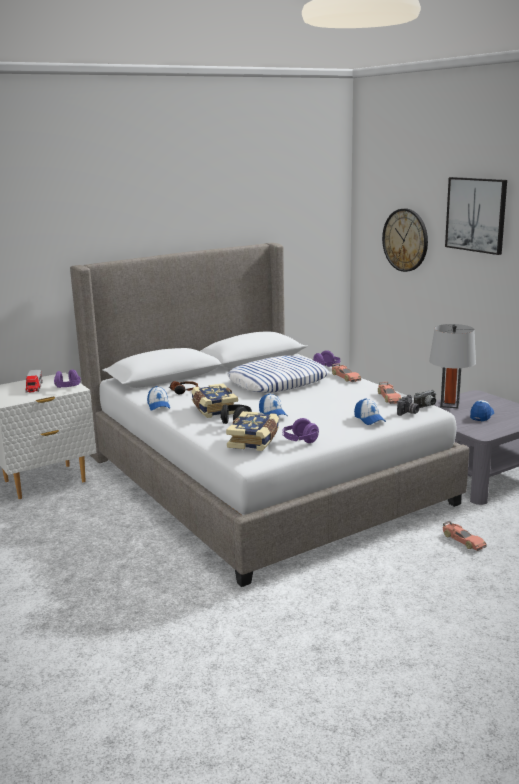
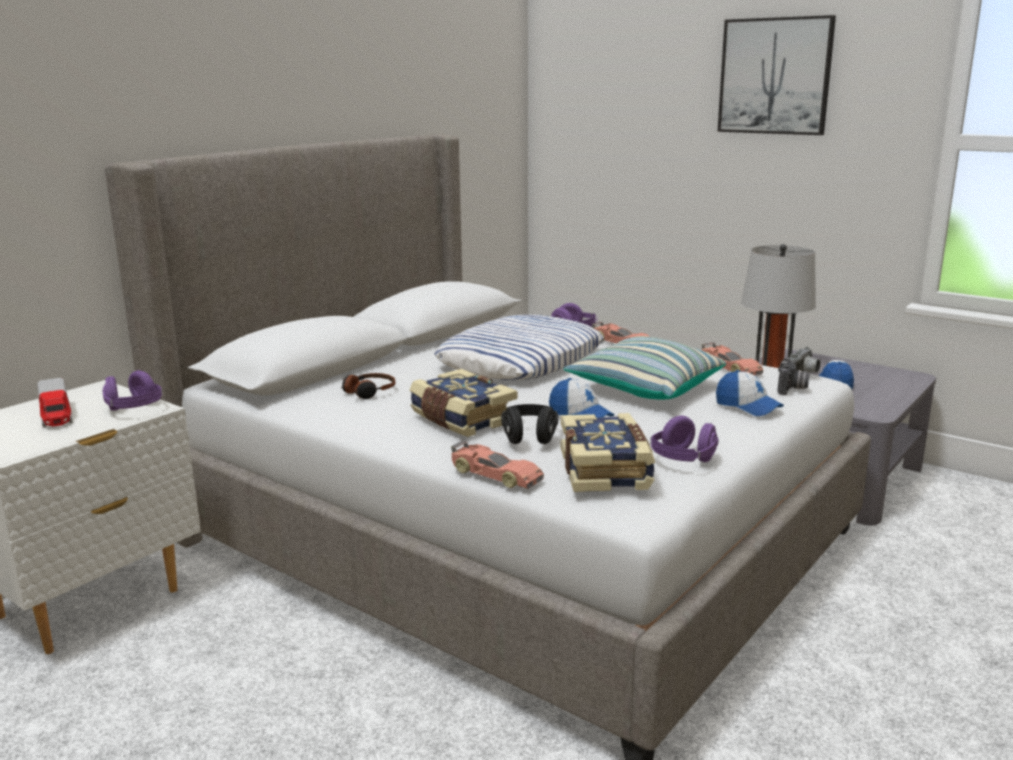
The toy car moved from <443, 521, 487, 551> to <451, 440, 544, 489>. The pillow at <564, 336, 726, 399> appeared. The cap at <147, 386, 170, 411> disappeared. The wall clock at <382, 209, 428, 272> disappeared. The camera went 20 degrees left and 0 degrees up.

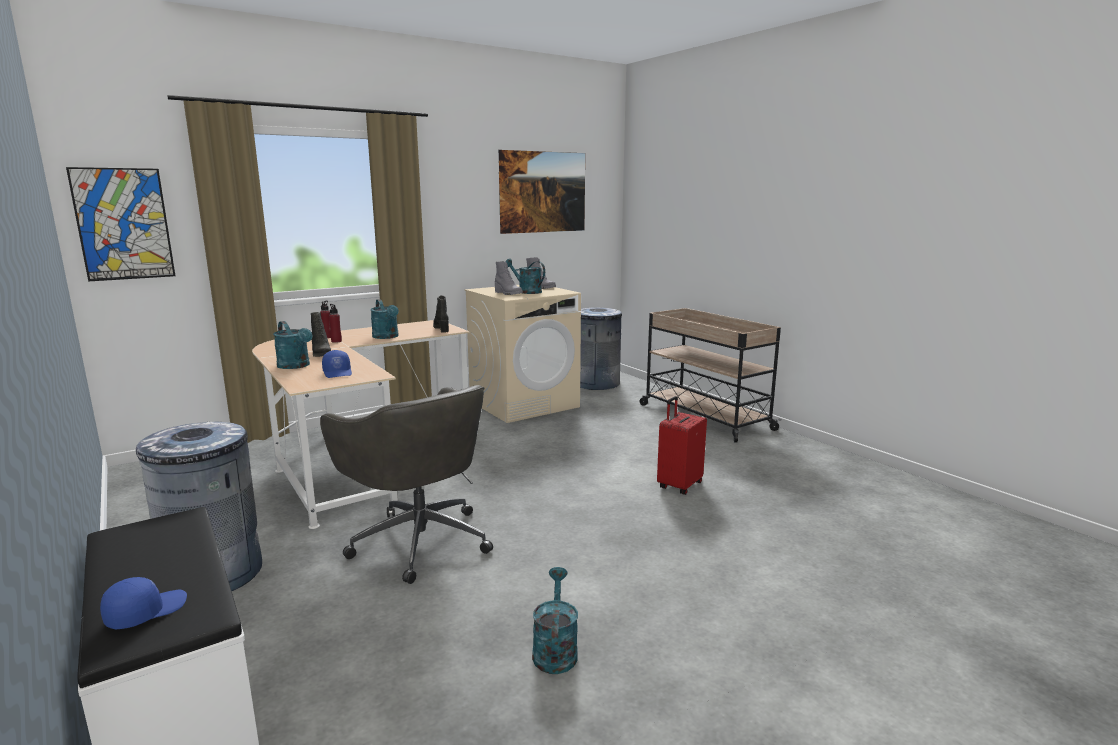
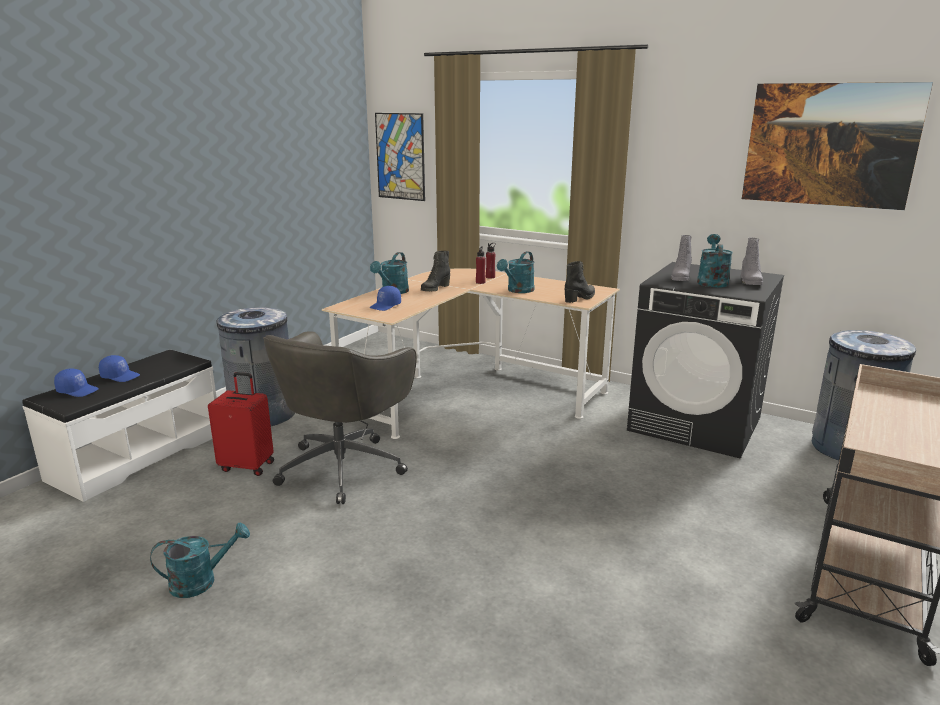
The cap in blue at <99, 355, 140, 382> appeared. The suitcase in red moved from <657, 396, 707, 495> to <208, 372, 274, 476>. The washing machine in beige at <464, 285, 581, 423> became the washing machine in black at <627, 262, 784, 459>. The camera went 65 degrees right and 5 degrees up.

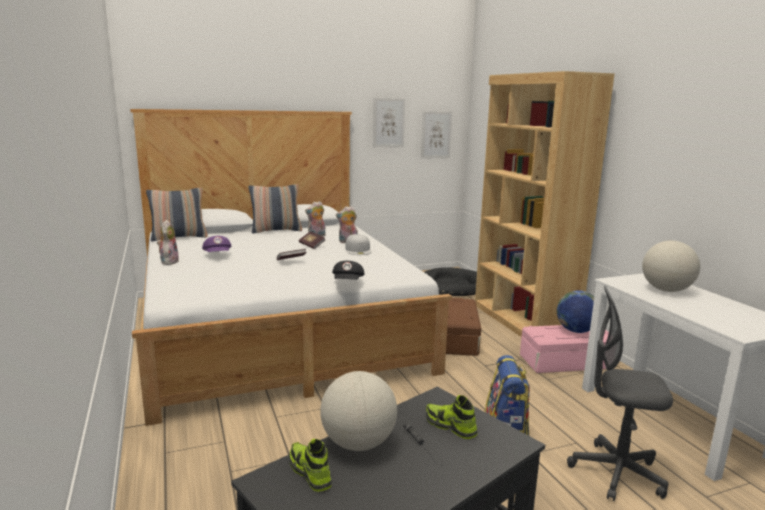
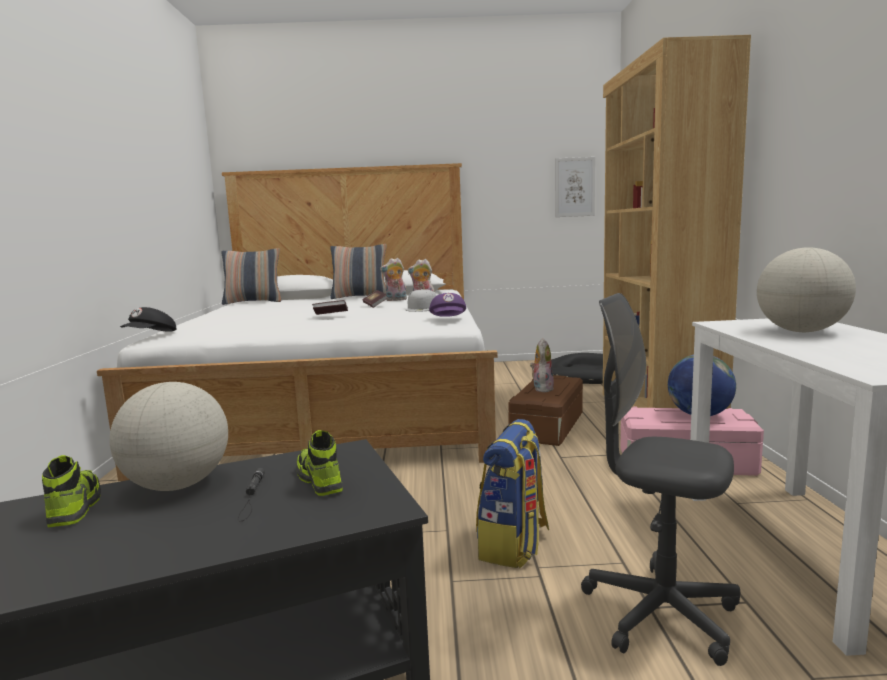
The cap in black moved from <332, 261, 365, 280> to <120, 307, 176, 332>. The cap in purple moved from <202, 236, 231, 252> to <429, 293, 466, 317>. The plush toy moved from <157, 220, 179, 265> to <530, 338, 554, 392>. The picture at <373, 98, 405, 147> disappeared. The camera went 20 degrees right and 5 degrees down.

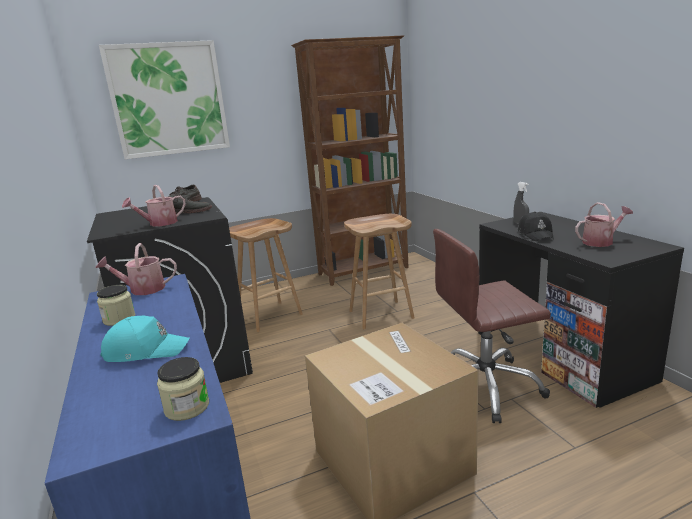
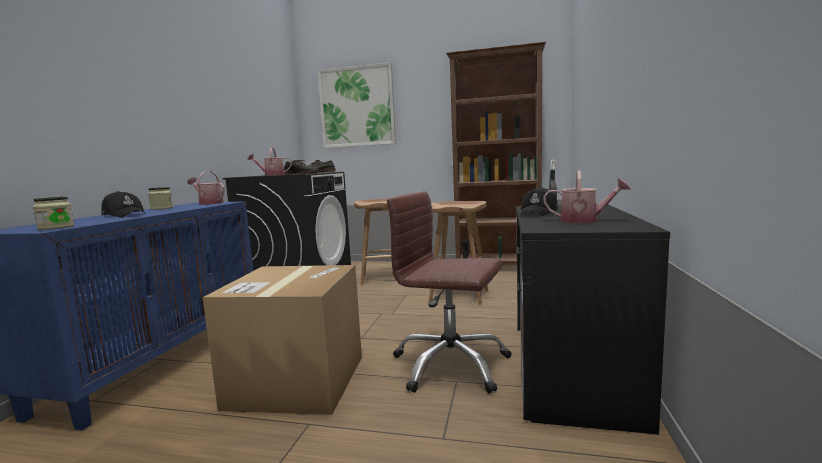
The cap in turquoise at <100, 316, 190, 362> became the cap in black at <101, 191, 146, 218>. The camera went 35 degrees right and 10 degrees down.

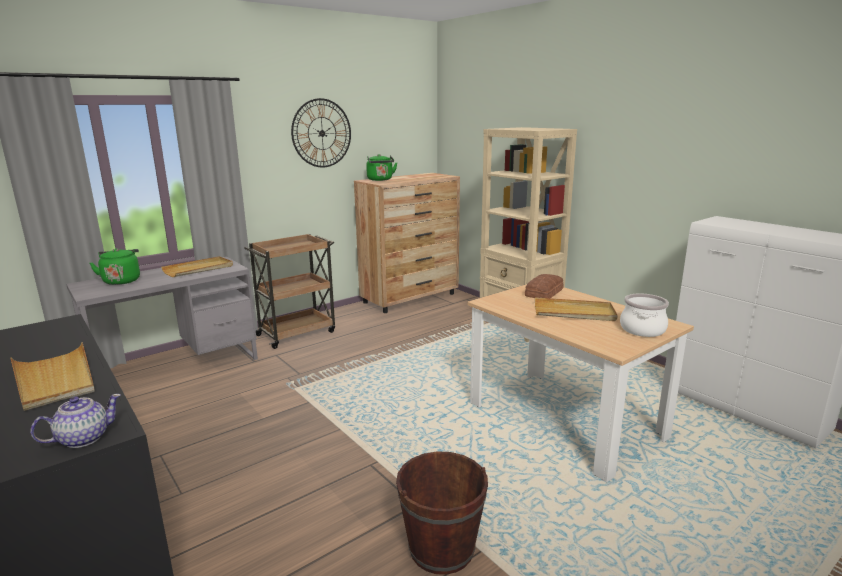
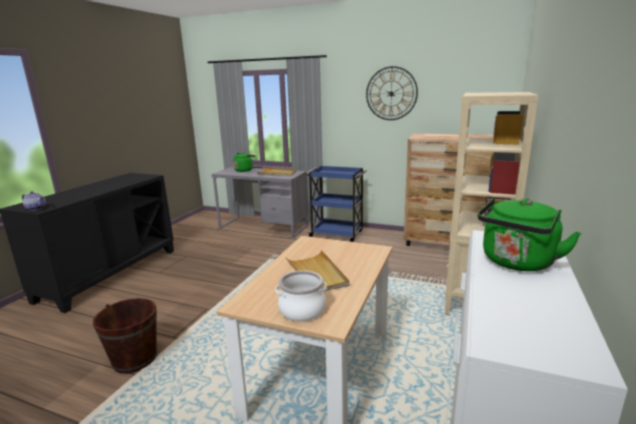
The cart in brown at <244, 234, 335, 349> became the cart in blue at <306, 166, 367, 242>. The kettle in green moved from <366, 154, 397, 181> to <478, 198, 581, 271>. The tray in beige at <10, 342, 95, 411> disappeared. The bread at <525, 274, 563, 298> disappeared. The camera went 60 degrees right and 0 degrees up.

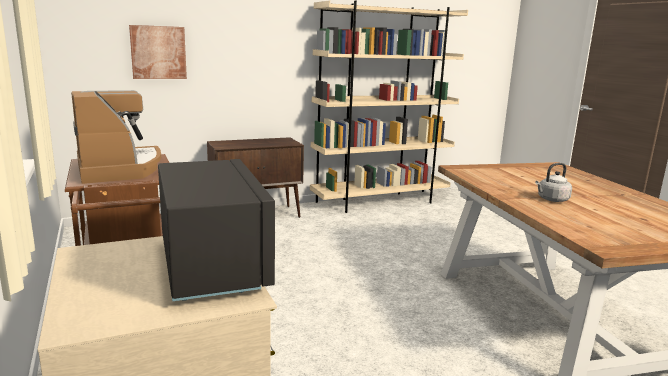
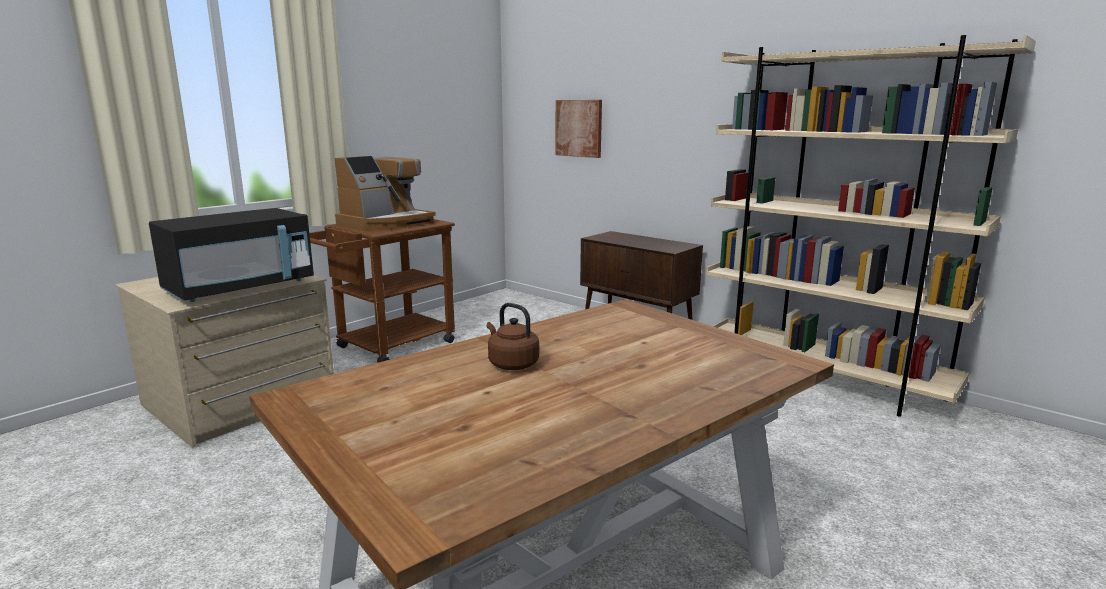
The kettle in grey at <535, 163, 572, 202> became the kettle in brown at <487, 303, 539, 370>. The camera went 65 degrees right and 0 degrees up.

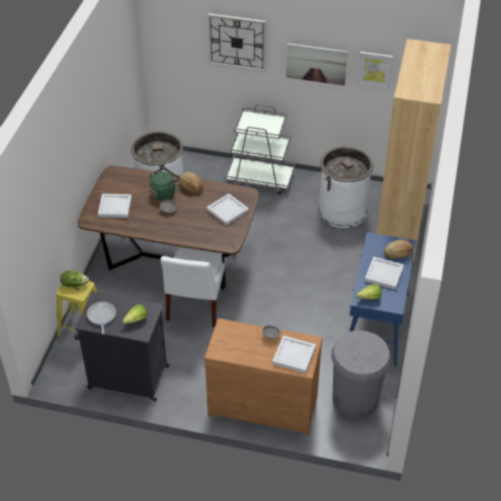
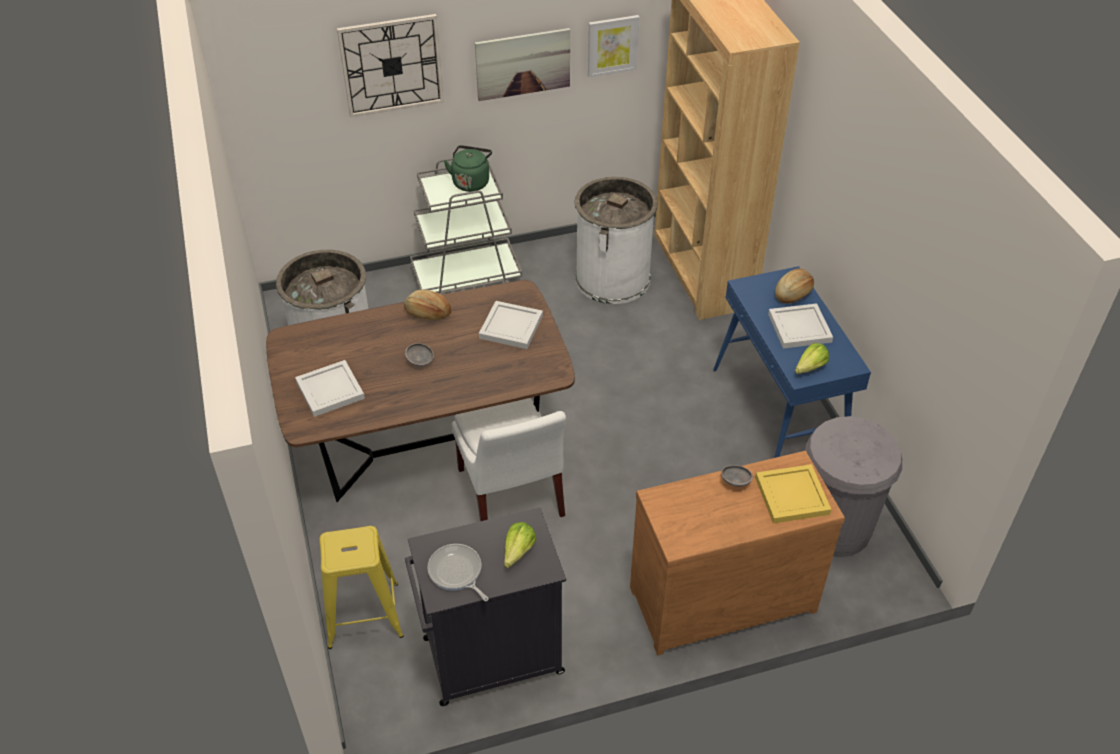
The kettle in green moved from <150, 168, 180, 200> to <444, 145, 492, 192>. The tray in white at <272, 335, 316, 373> became the tray in yellow at <755, 464, 831, 524>. The lettuce at <60, 270, 89, 287> disappeared. The camera went 30 degrees left and 0 degrees up.

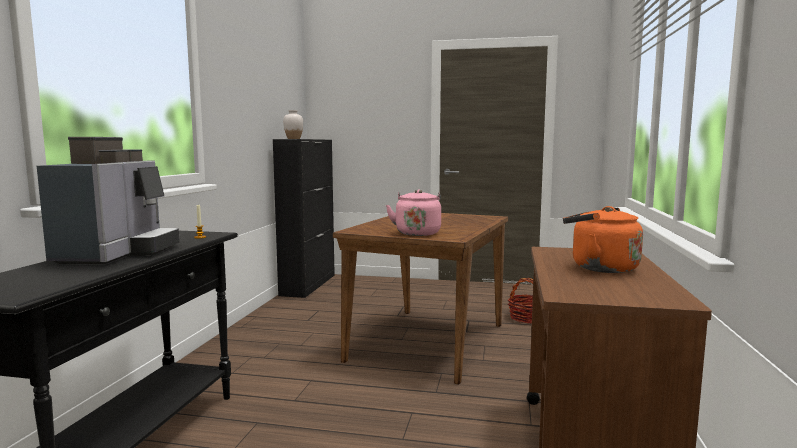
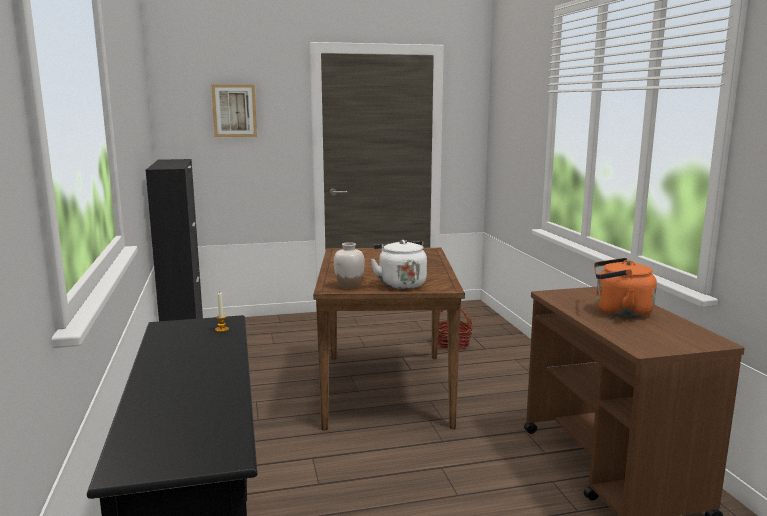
The picture at <211, 84, 257, 137> appeared. The vase in white moved from <283, 110, 303, 139> to <334, 242, 365, 290>. The kettle in pink at <386, 189, 441, 236> became the kettle in white at <371, 240, 427, 289>. The coffee machine at <37, 137, 180, 265> disappeared. The camera went 25 degrees left and 5 degrees up.

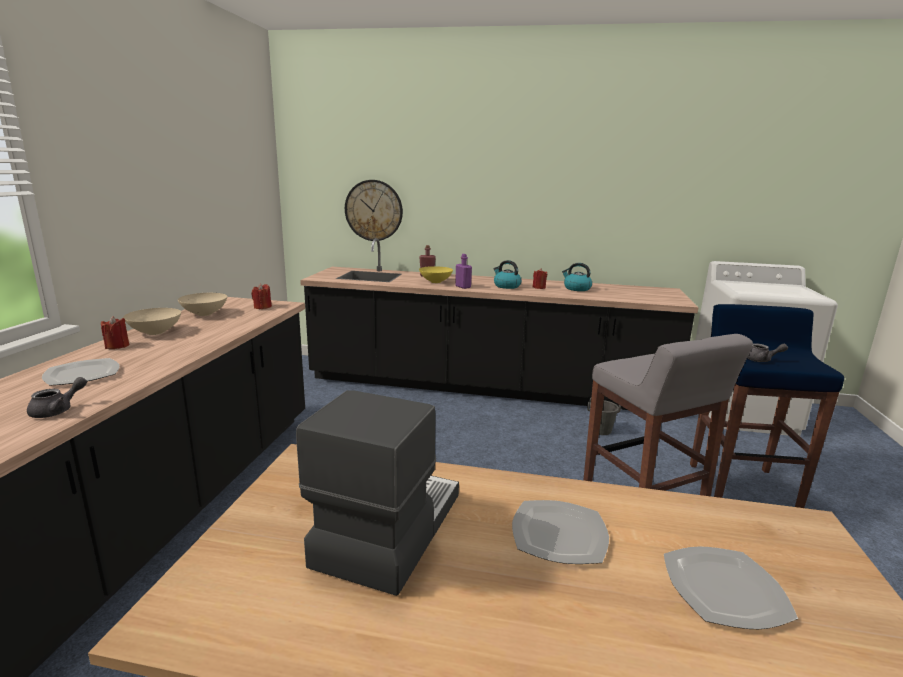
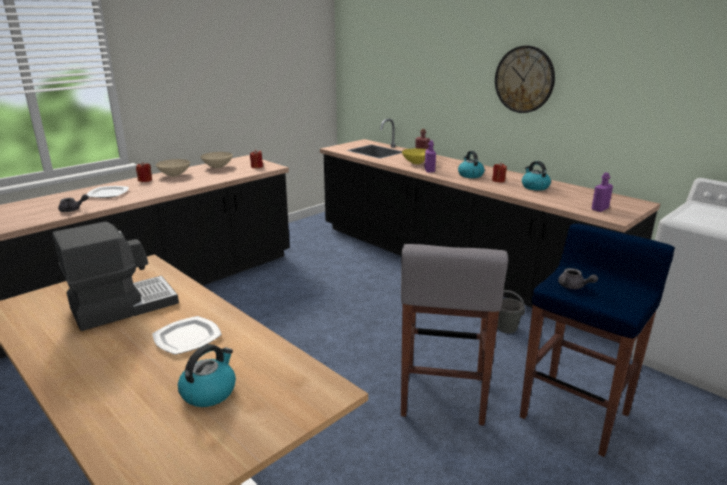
The plate at <664, 546, 798, 629> was replaced by the kettle at <178, 344, 236, 407>. The wall clock moved from <345, 180, 403, 241> to <495, 46, 555, 113>. The bottle in purple at <591, 172, 613, 212> appeared. The camera went 35 degrees right and 5 degrees up.

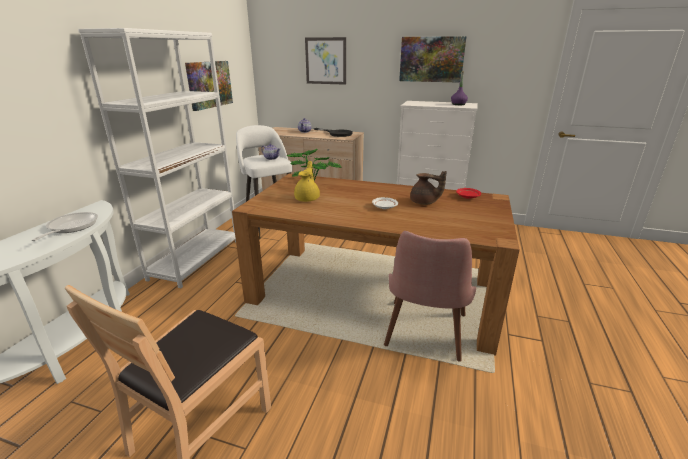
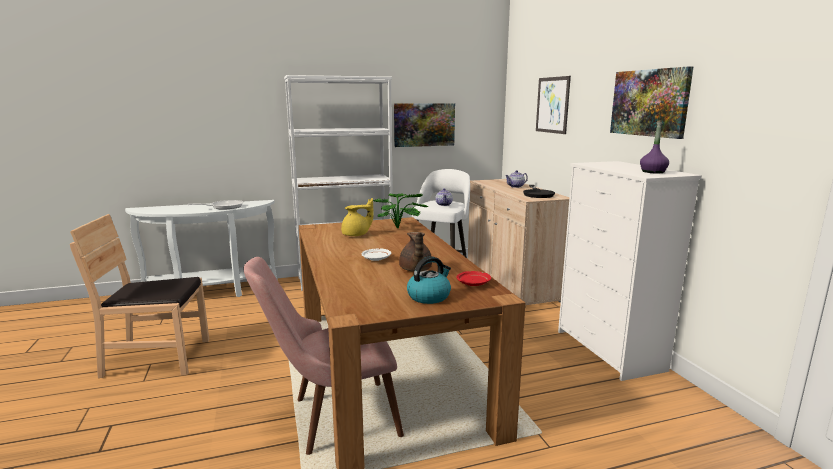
The kettle at <407, 256, 451, 304> appeared. The camera went 55 degrees right and 10 degrees down.

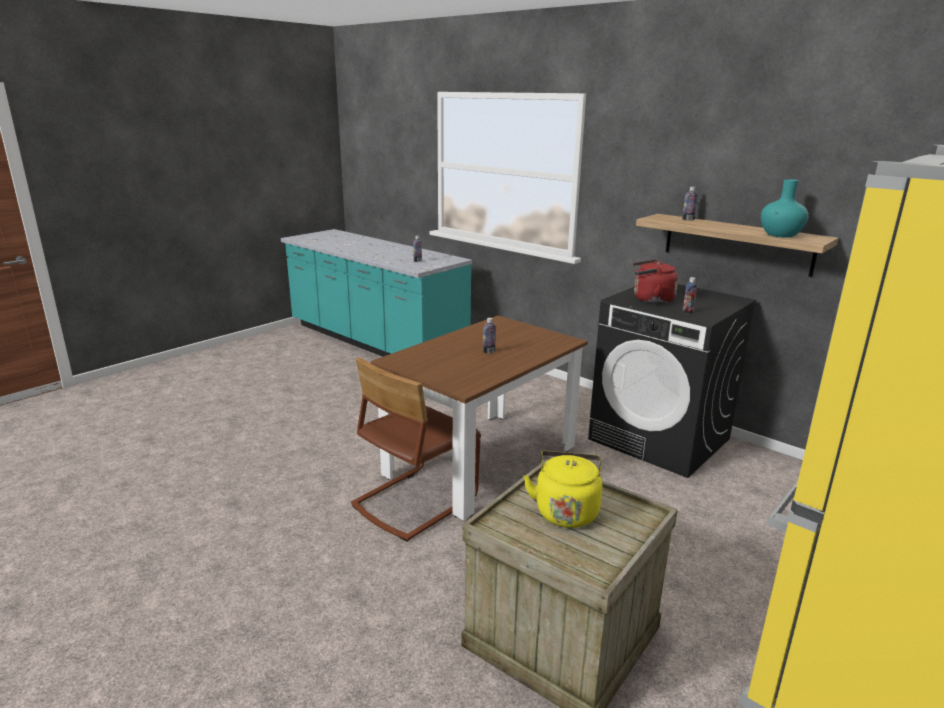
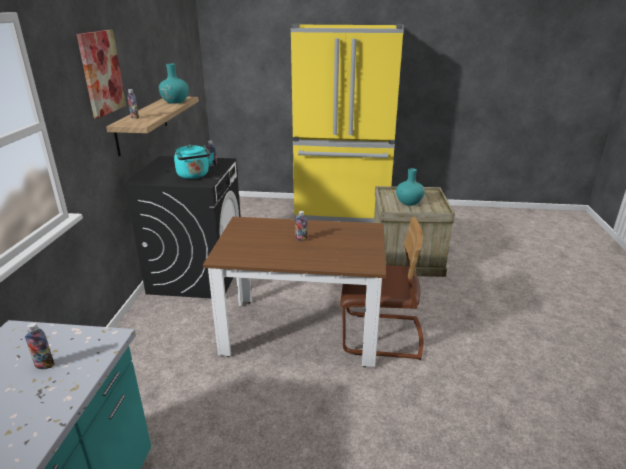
The picture at <77, 30, 126, 119> appeared. The kettle in red at <633, 259, 678, 304> became the kettle in turquoise at <174, 144, 214, 179>. The kettle in yellow at <523, 451, 602, 528> was replaced by the vase in turquoise at <396, 168, 425, 206>. The camera went 125 degrees left and 5 degrees up.

